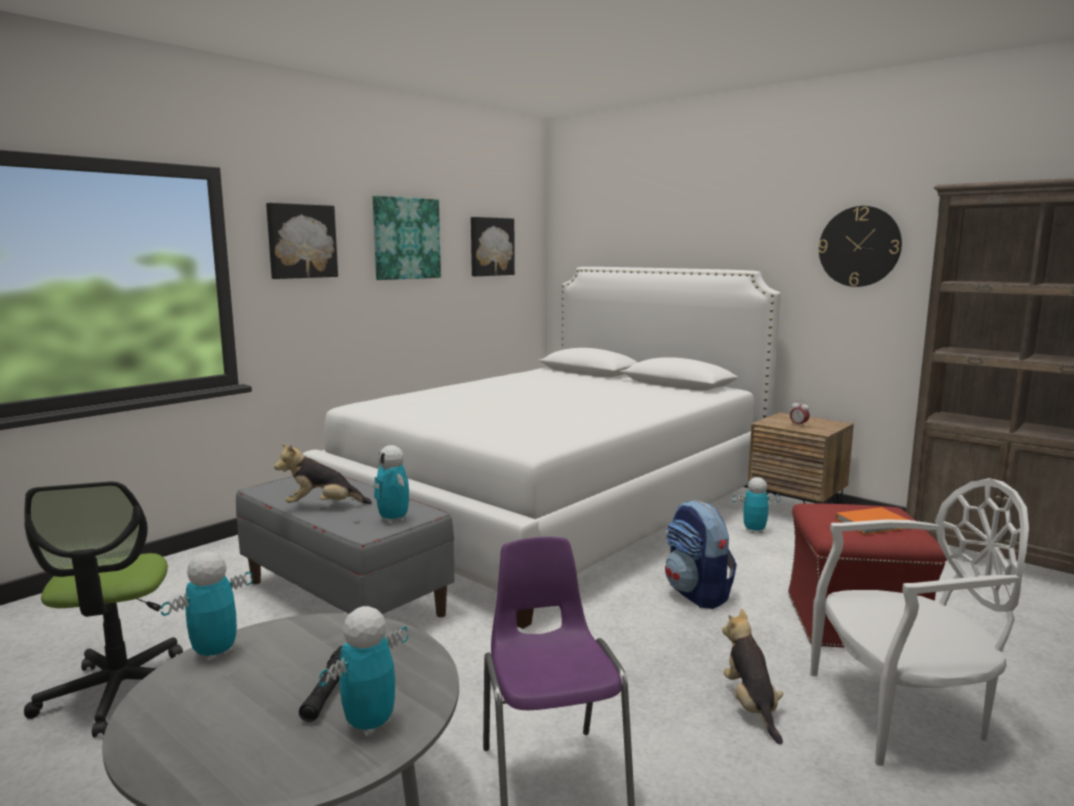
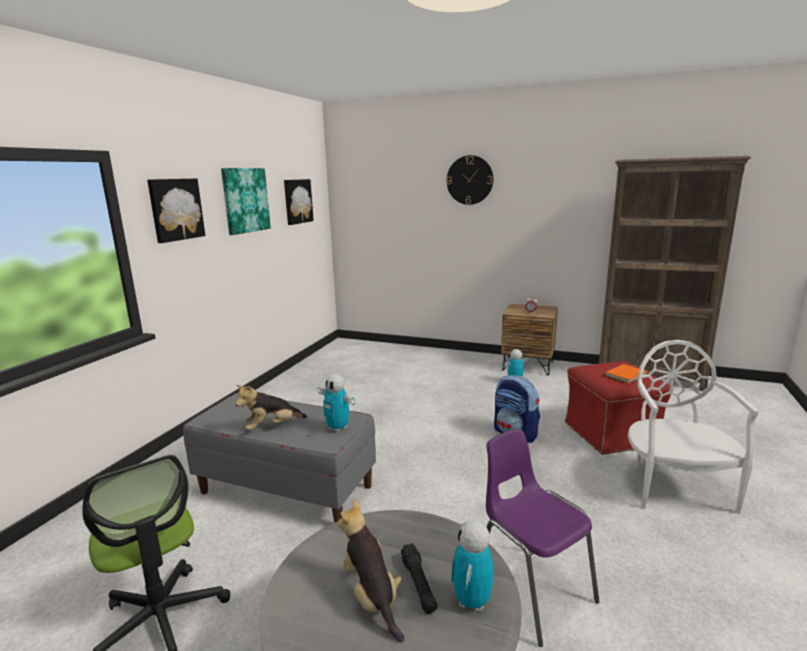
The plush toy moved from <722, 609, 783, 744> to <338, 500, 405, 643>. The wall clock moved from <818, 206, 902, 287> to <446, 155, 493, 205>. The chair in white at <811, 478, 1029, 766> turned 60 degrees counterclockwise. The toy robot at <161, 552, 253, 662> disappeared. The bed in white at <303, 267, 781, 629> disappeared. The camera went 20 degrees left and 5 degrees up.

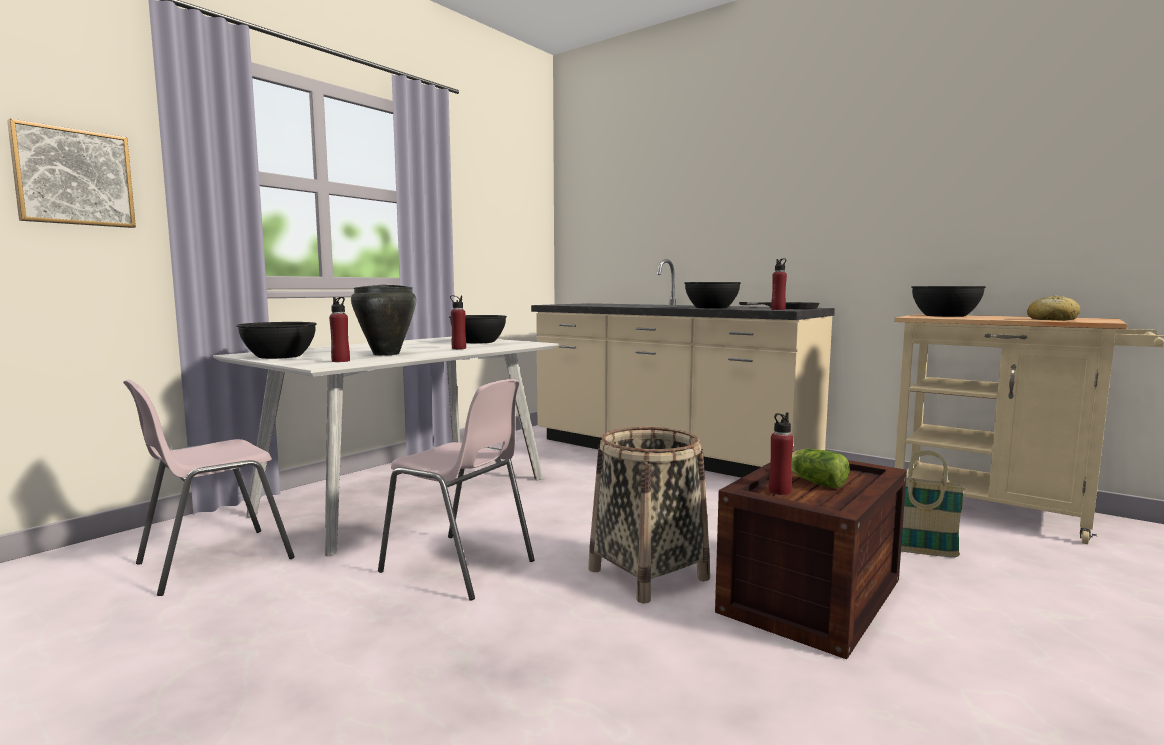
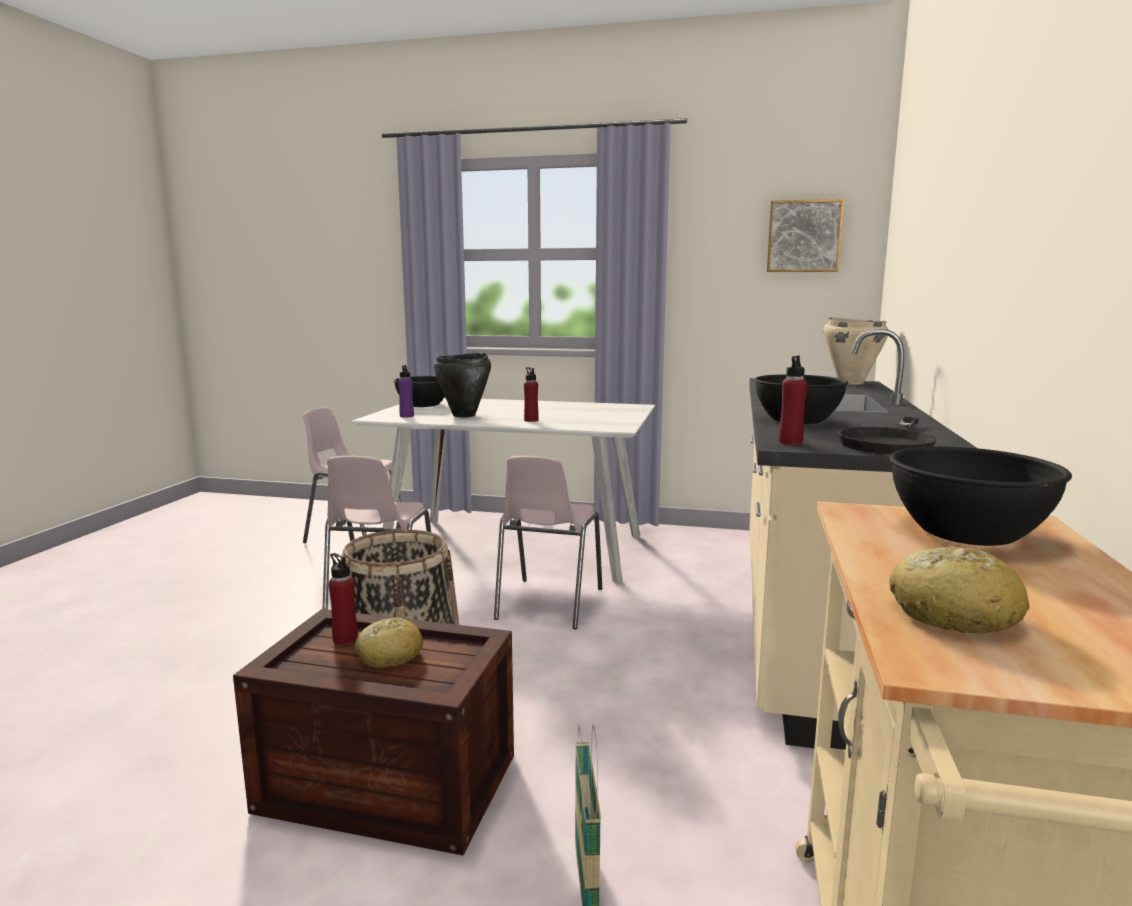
The lettuce at <791, 449, 849, 489> was replaced by the bread at <355, 617, 424, 668>. The bottle in red at <329, 297, 350, 362> became the bottle in purple at <398, 365, 414, 418>. The chair in pink at <494, 456, 602, 629> appeared. The picture moved from <7, 119, 136, 228> to <767, 199, 844, 272>. The cooking pot in beige at <824, 317, 889, 385> appeared. The bowl in black at <449, 315, 507, 343> disappeared. The camera went 65 degrees right and 5 degrees up.

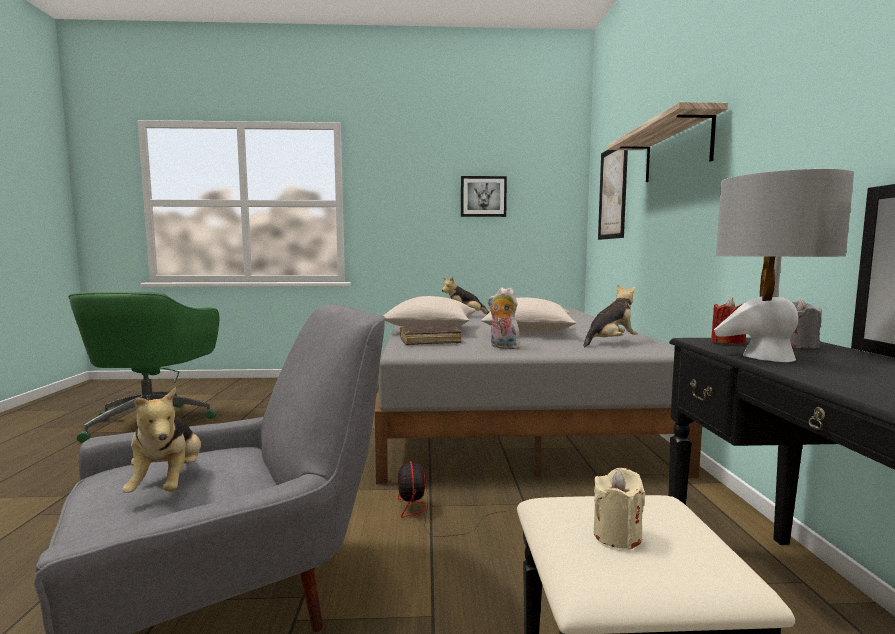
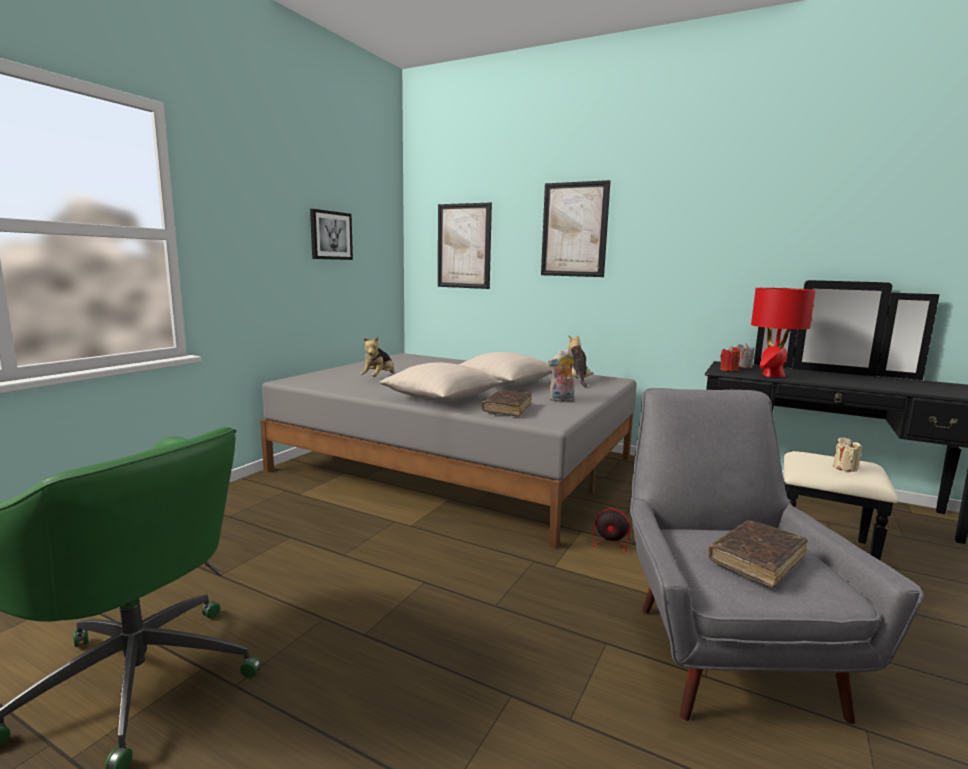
The shelf at <607, 102, 728, 182> was replaced by the picture at <541, 180, 611, 277>. The plush toy at <122, 387, 201, 493> was replaced by the book in brown at <708, 521, 808, 588>. The table lamp in grey at <714, 169, 854, 362> became the table lamp in red at <751, 288, 816, 377>. The camera went 60 degrees left and 5 degrees up.

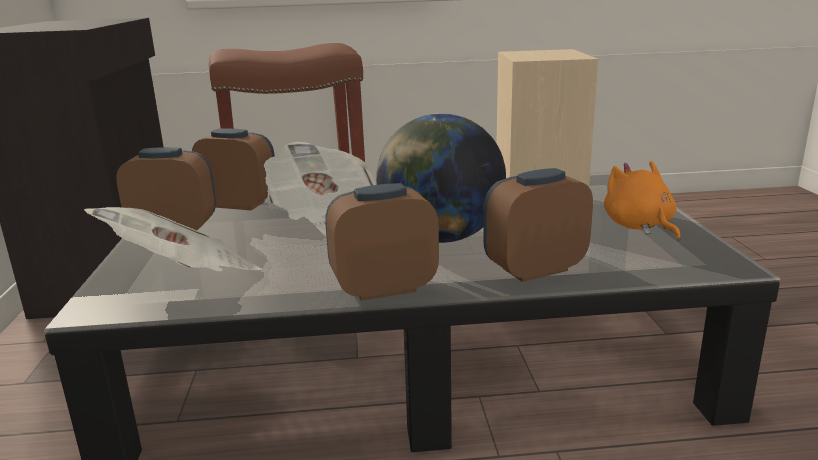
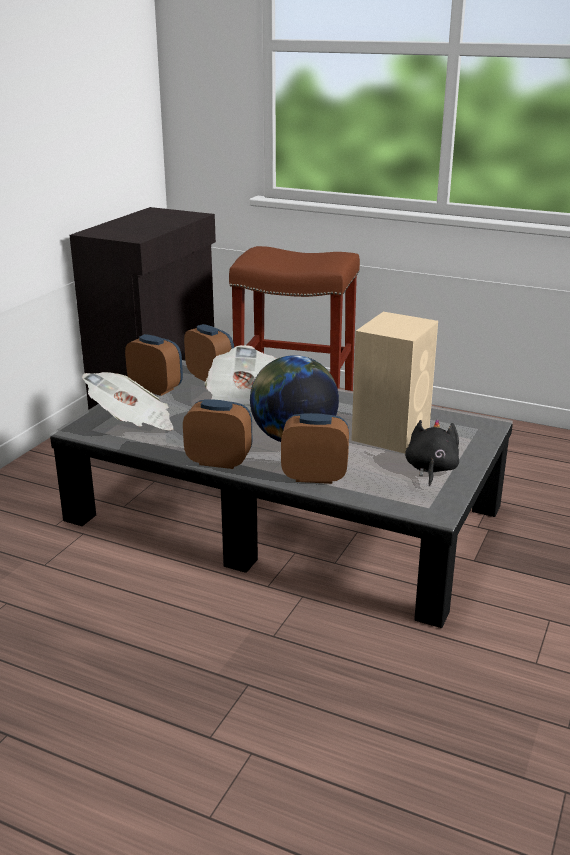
The plush toy in orange at <604, 161, 680, 240> became the plush toy in black at <405, 419, 459, 486>. The camera went 30 degrees right and 5 degrees up.

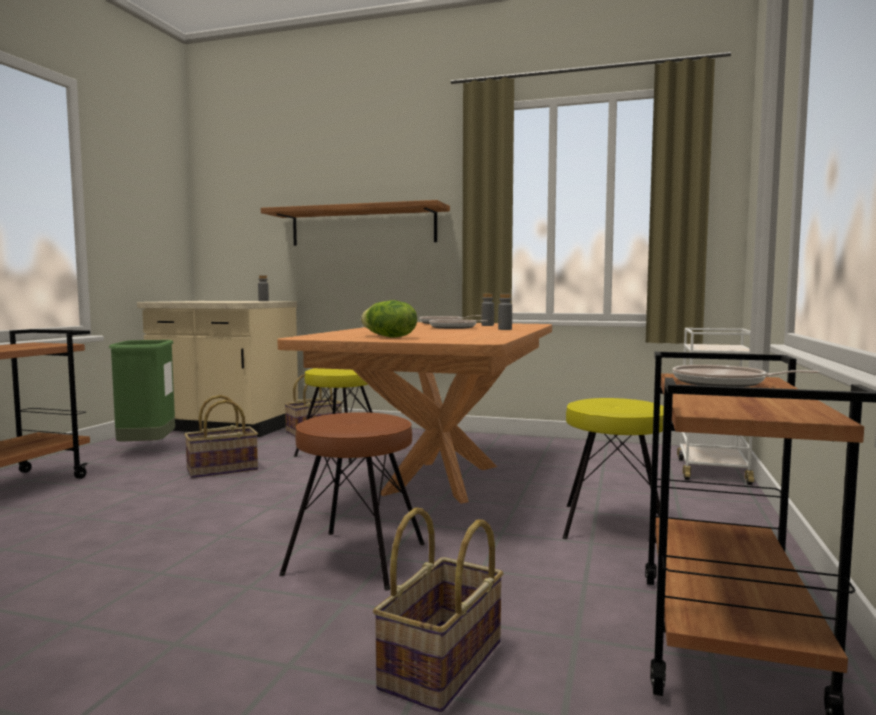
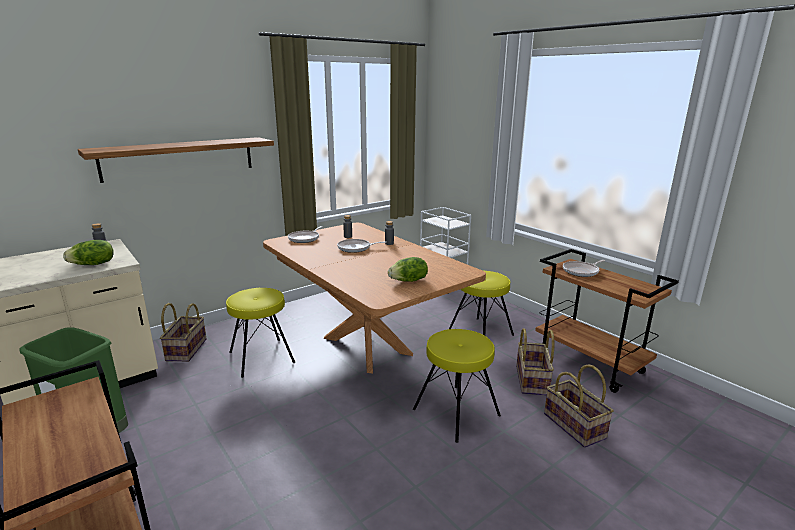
The lettuce at <63, 240, 113, 265> appeared. The stool in brown at <279, 412, 425, 591> became the stool in yellow at <413, 329, 501, 443>. The basket moved from <184, 395, 258, 478> to <516, 328, 554, 395>. The camera went 55 degrees left and 15 degrees up.

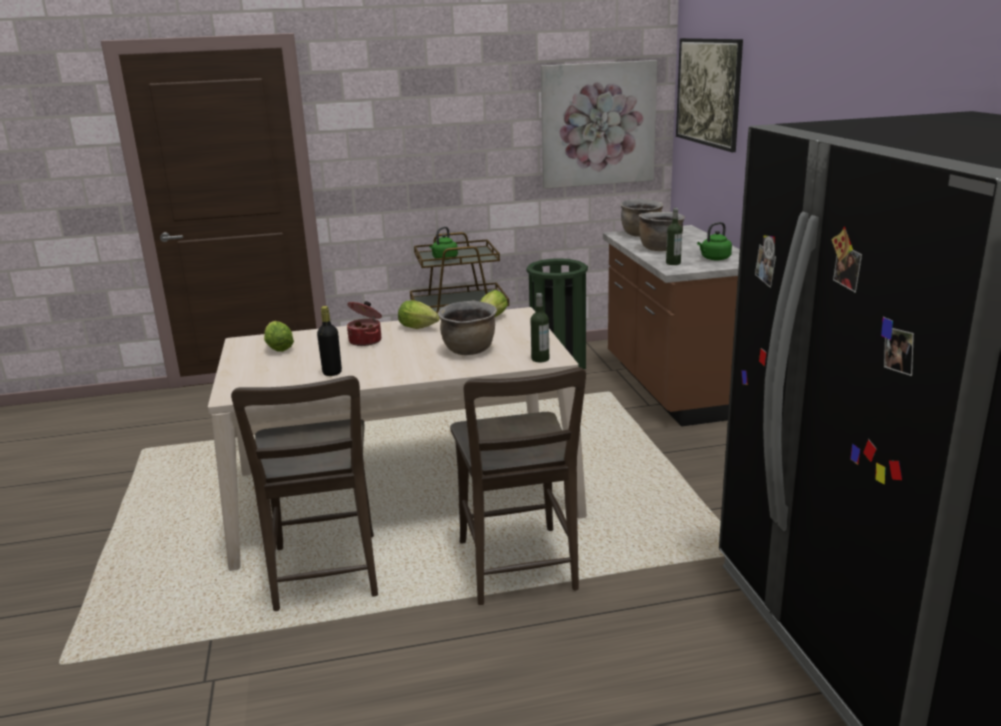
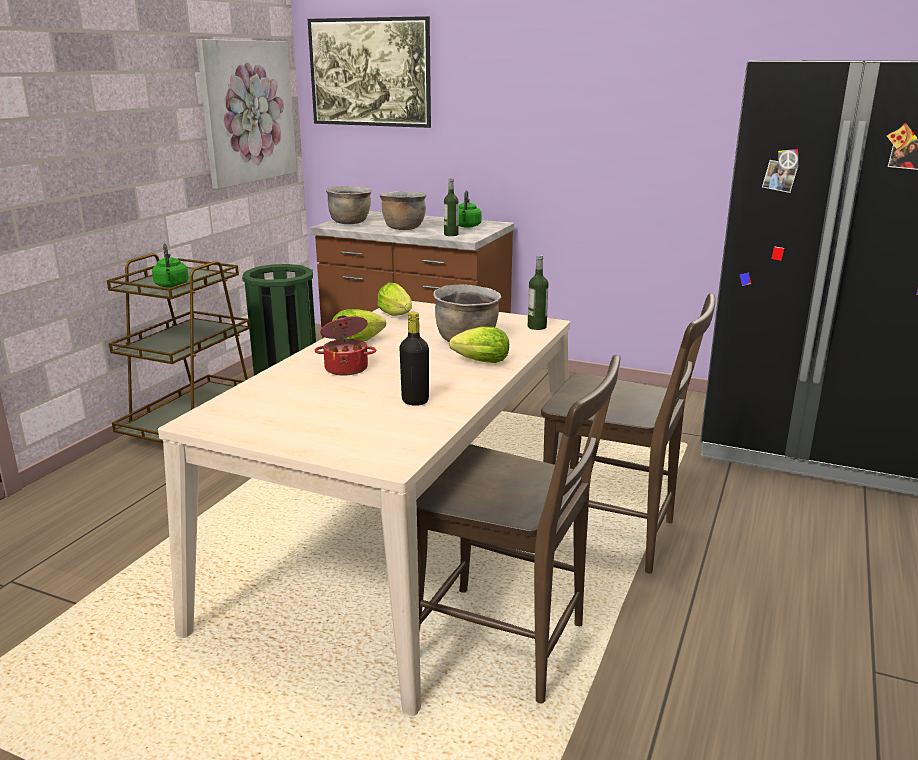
The lettuce moved from <264, 321, 294, 352> to <449, 327, 509, 363>. The camera went 55 degrees left and 0 degrees up.

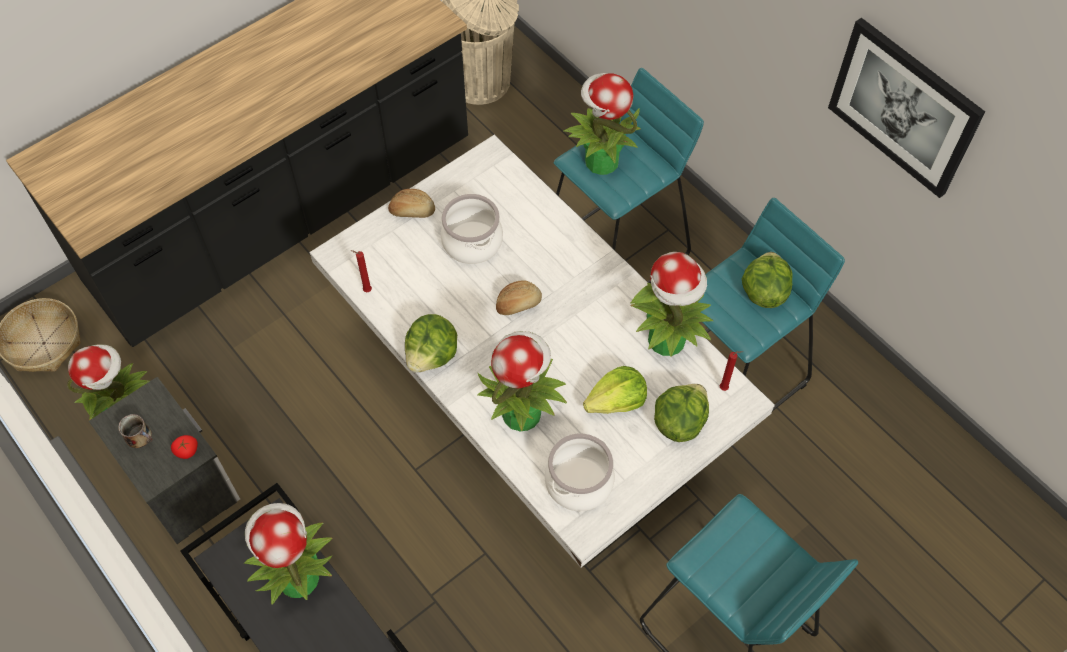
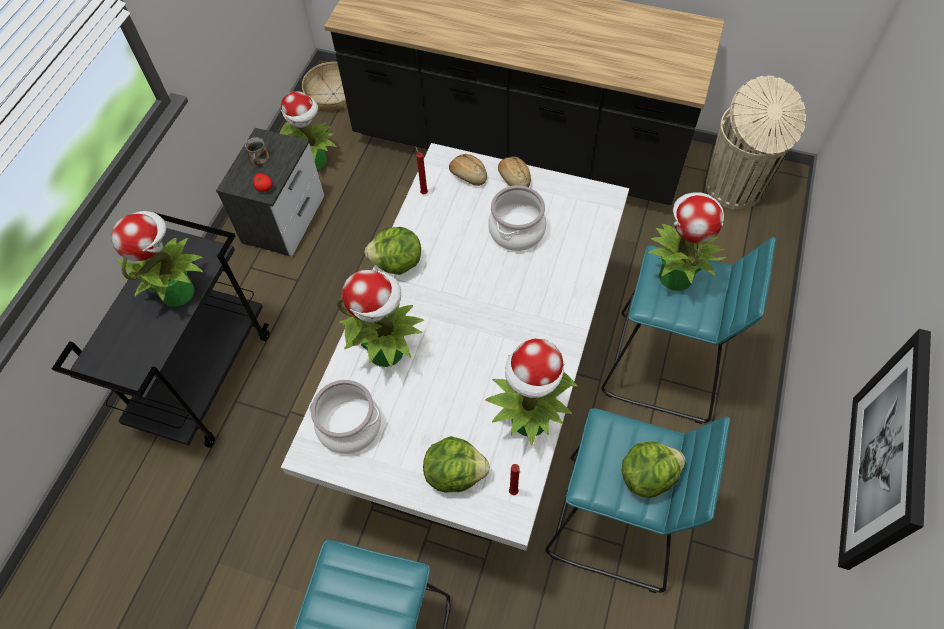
The bread moved from <496, 280, 542, 315> to <449, 154, 487, 186>. The lettuce at <583, 366, 647, 414> disappeared. The camera went 60 degrees right and 0 degrees up.

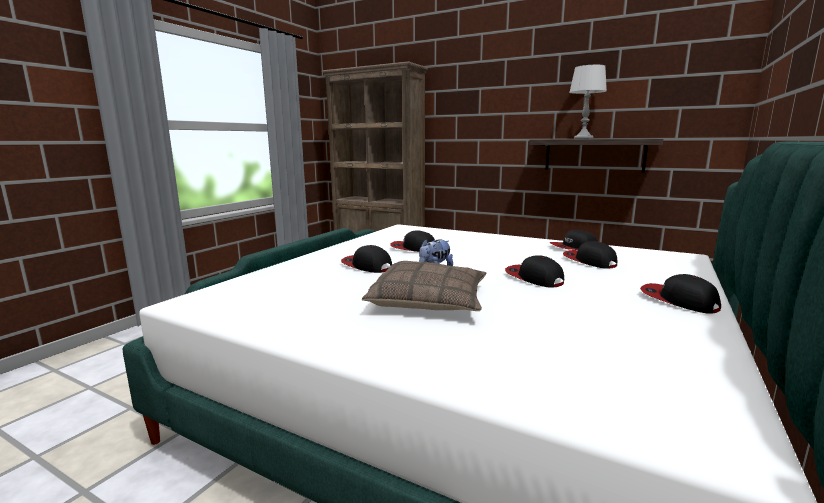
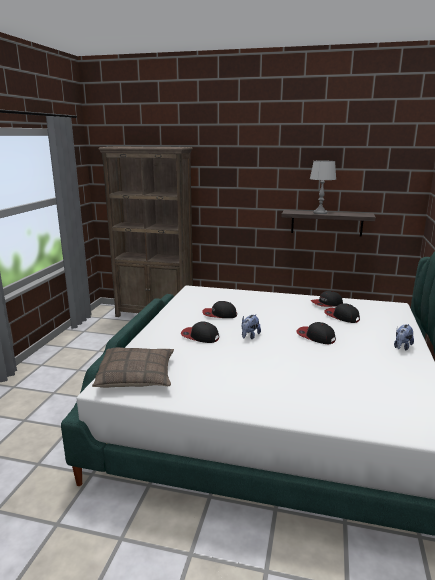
The pillow moved from <362, 261, 486, 311> to <92, 347, 174, 388>. The cap at <640, 274, 721, 314> was replaced by the plush toy at <394, 324, 414, 350>. The camera went 15 degrees left and 5 degrees up.

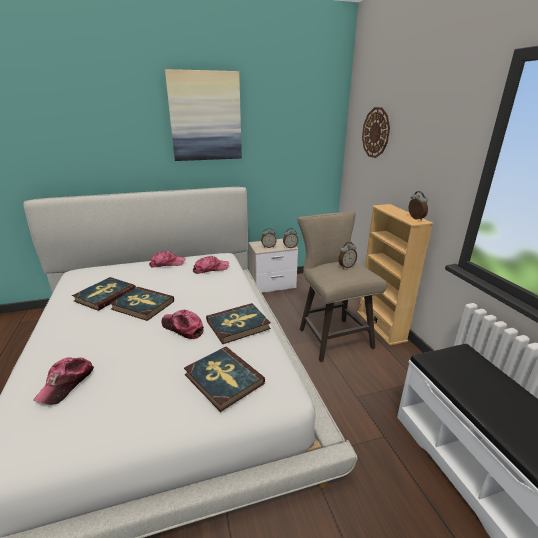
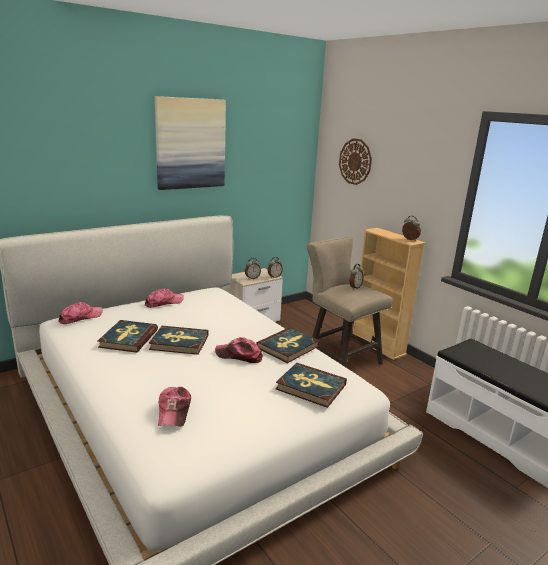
The cap moved from <193, 256, 229, 274> to <59, 302, 103, 324>. The camera went 20 degrees left and 5 degrees down.

